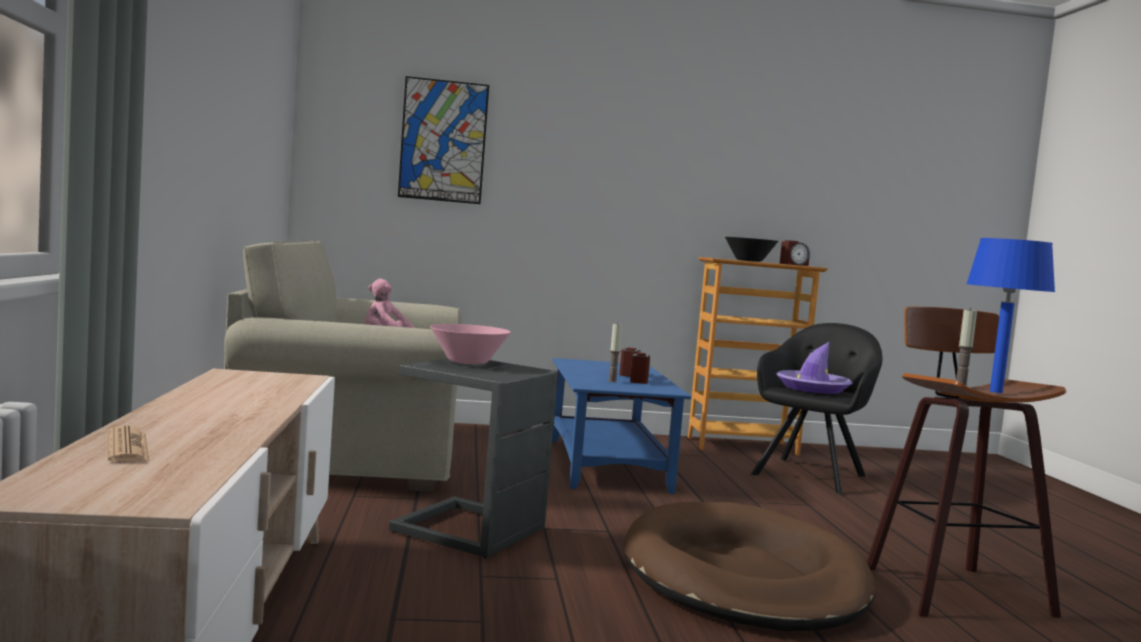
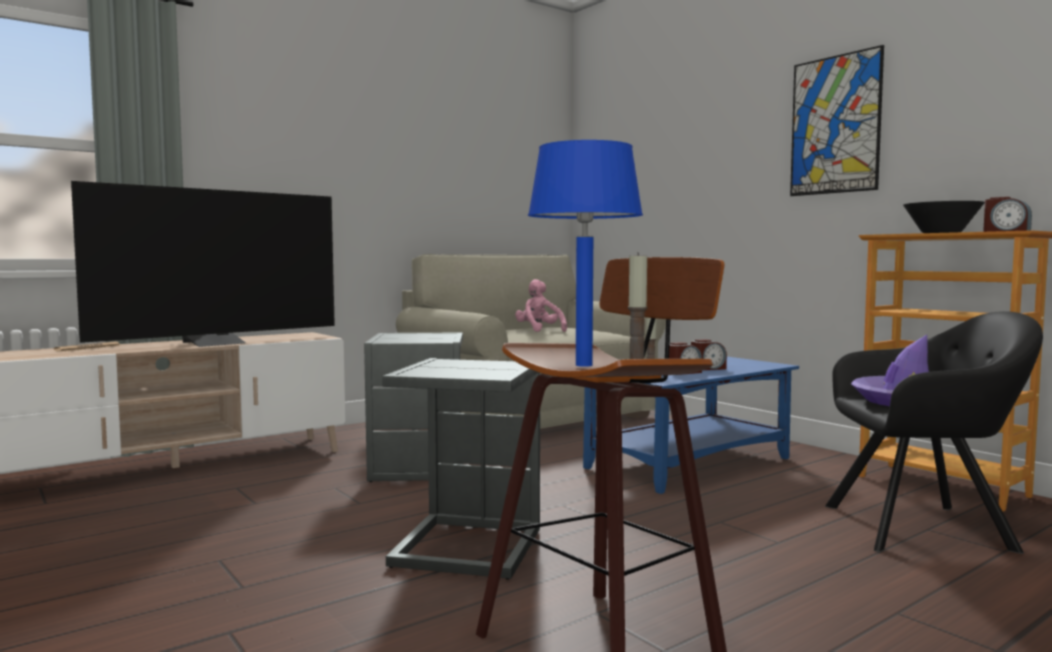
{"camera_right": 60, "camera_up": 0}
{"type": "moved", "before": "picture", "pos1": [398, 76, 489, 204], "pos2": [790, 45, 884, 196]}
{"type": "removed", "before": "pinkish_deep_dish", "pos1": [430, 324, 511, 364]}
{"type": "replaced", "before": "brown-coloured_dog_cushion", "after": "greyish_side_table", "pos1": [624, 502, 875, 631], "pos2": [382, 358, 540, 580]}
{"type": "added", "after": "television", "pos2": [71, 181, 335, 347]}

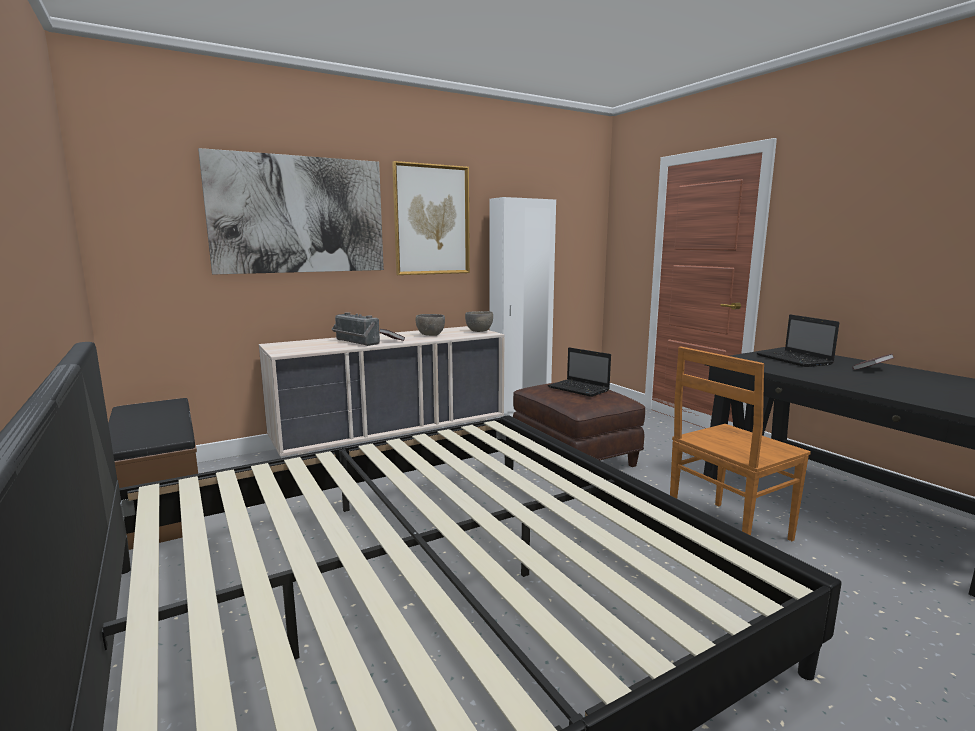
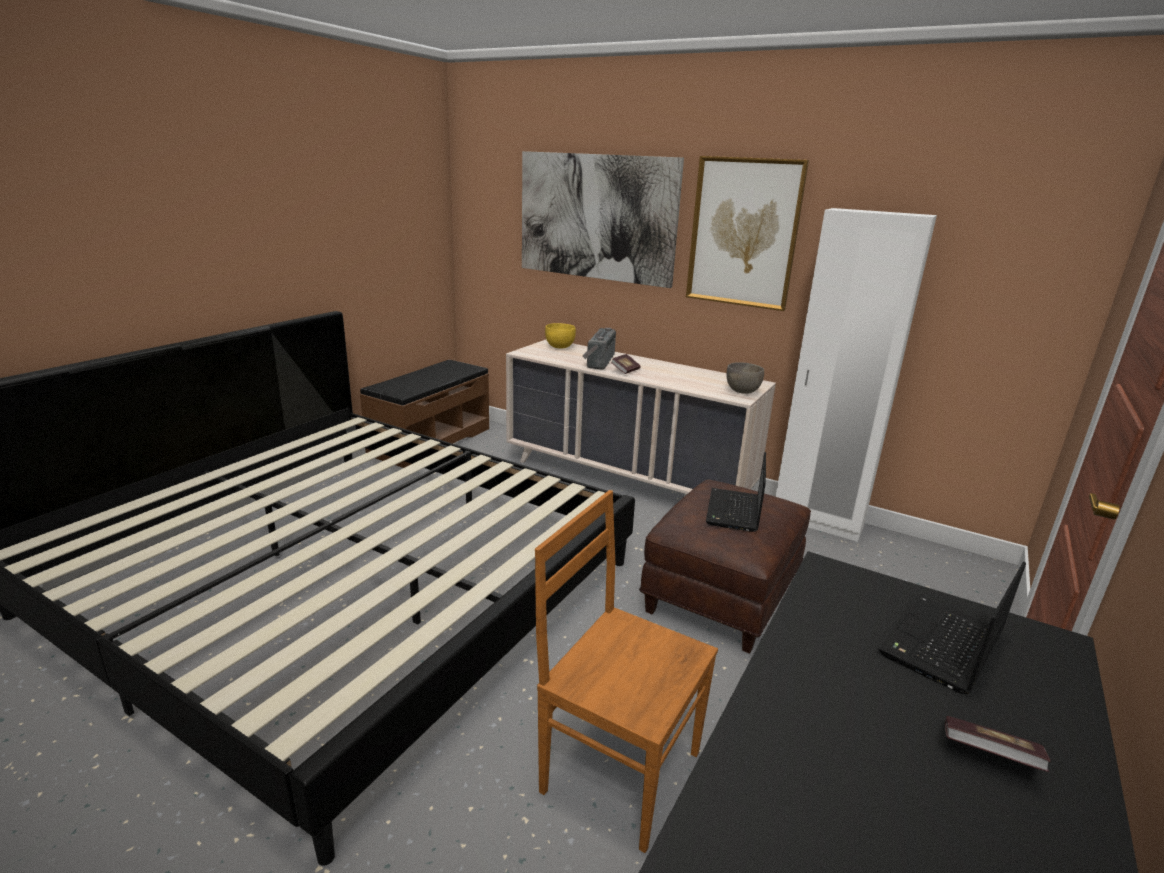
{"camera_right": 60, "camera_up": 10}
{"type": "removed", "before": "greyish_deep_dish", "pos1": [416, 314, 445, 336]}
{"type": "added", "after": "yellow_deep_dish", "pos2": [545, 323, 576, 349]}

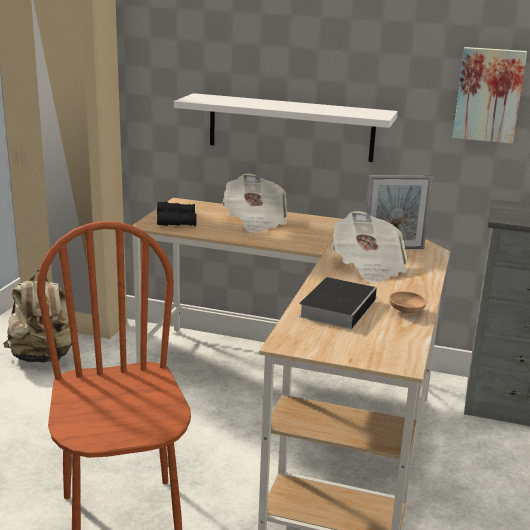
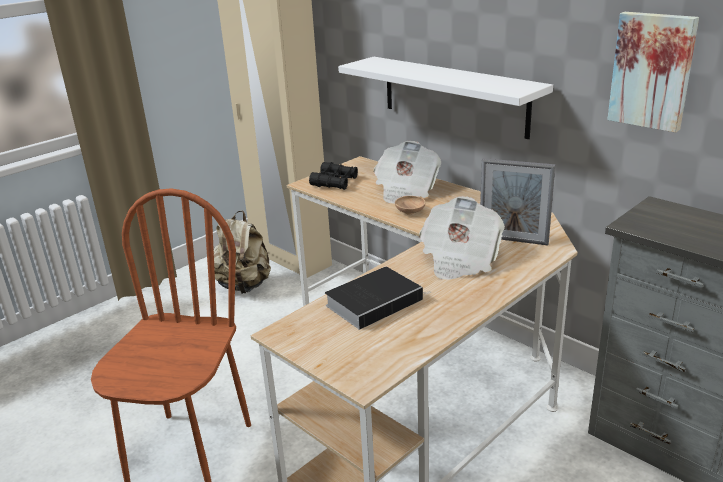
{"camera_right": 30, "camera_up": 5}
{"type": "moved", "before": "brown-coloured_deep_dish", "pos1": [389, 291, 427, 315], "pos2": [395, 196, 426, 215]}

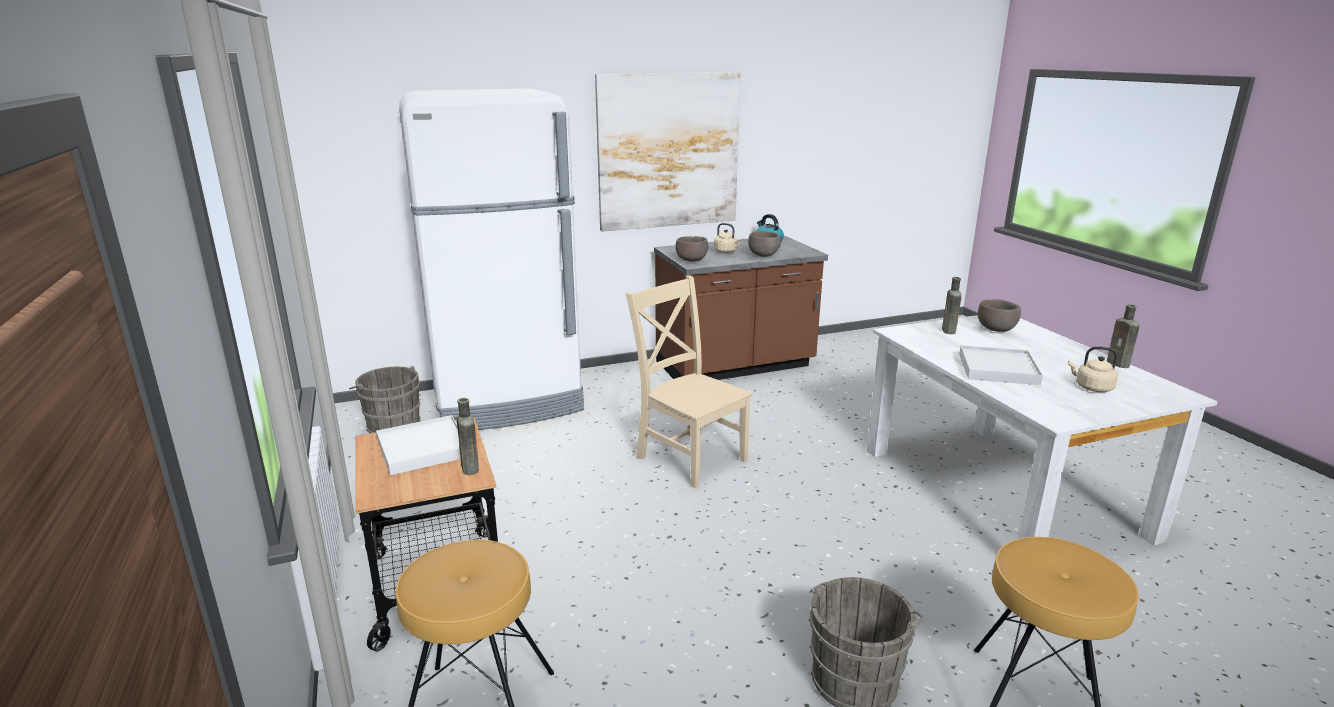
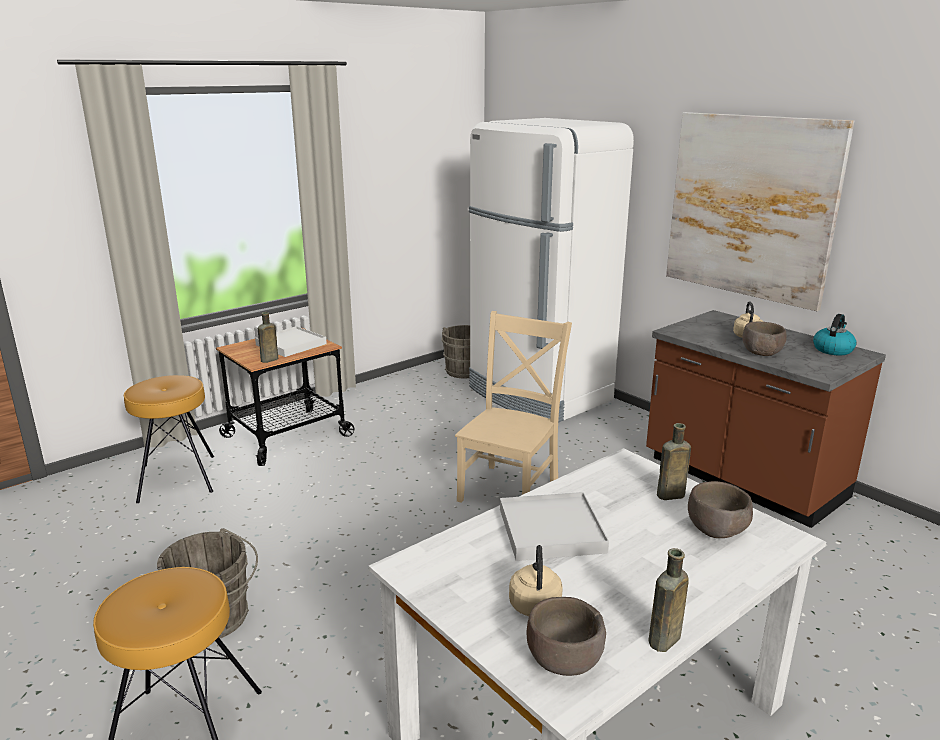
{"camera_right": 70, "camera_up": 0}
{"type": "moved", "before": "brown-coloured_deep_dish", "pos1": [676, 236, 708, 262], "pos2": [527, 597, 606, 676]}

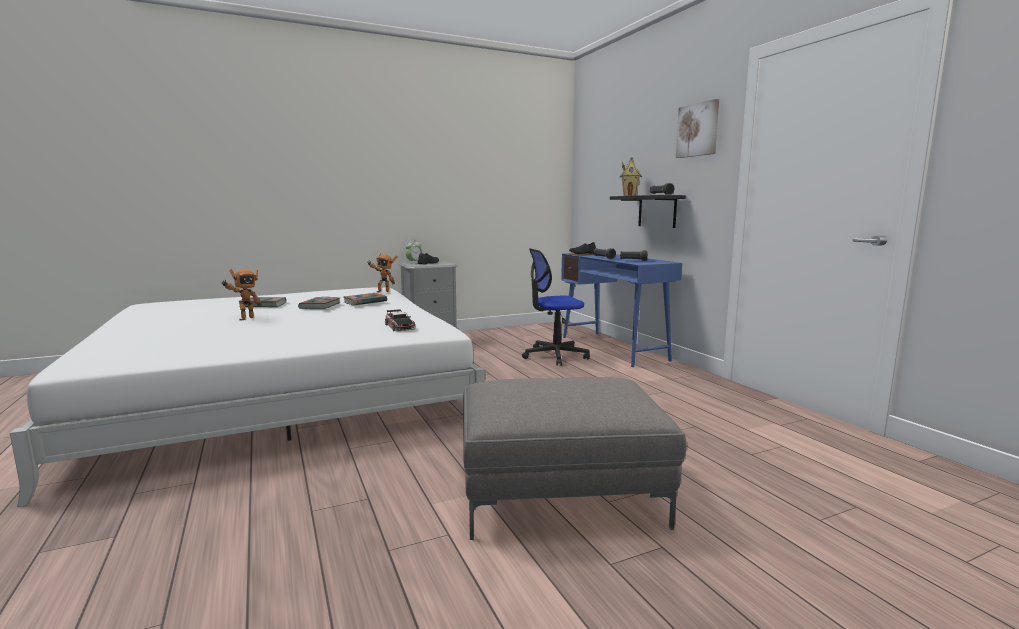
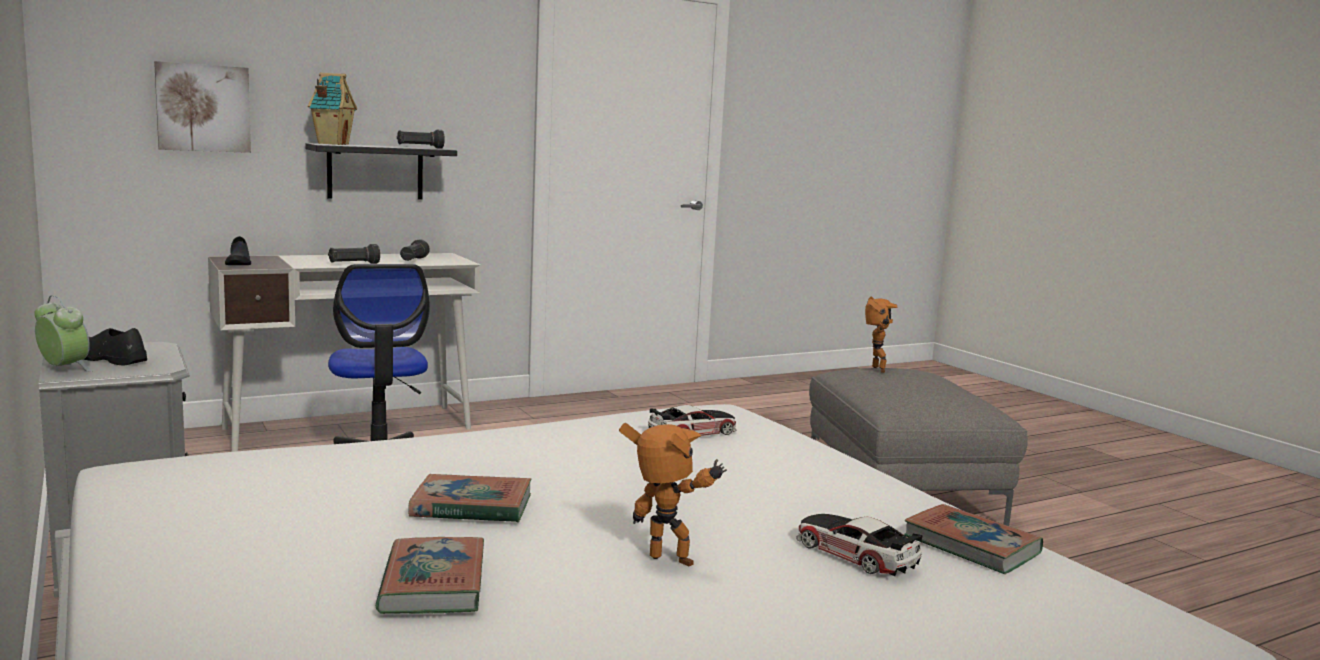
{"camera_right": -95, "camera_up": 0}
{"type": "moved", "before": "bound_book", "pos1": [344, 293, 387, 305], "pos2": [904, 504, 1043, 574]}
{"type": "moved", "before": "robot_figure", "pos1": [368, 253, 398, 292], "pos2": [865, 297, 898, 373]}
{"type": "recoloured", "before": "blue_desk", "after": "whitish_desk", "pos1": [561, 253, 682, 367], "pos2": [208, 253, 481, 452]}
{"type": "moved", "before": "picture", "pos1": [676, 99, 719, 158], "pos2": [154, 61, 251, 153]}
{"type": "added", "after": "model_car", "pos2": [796, 514, 923, 576]}

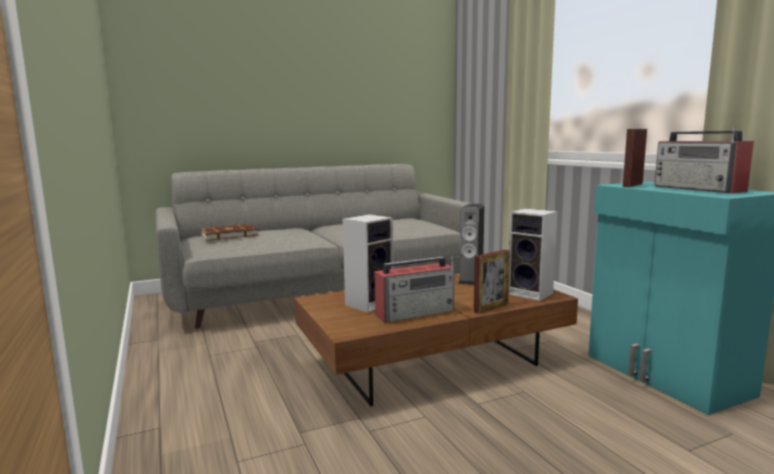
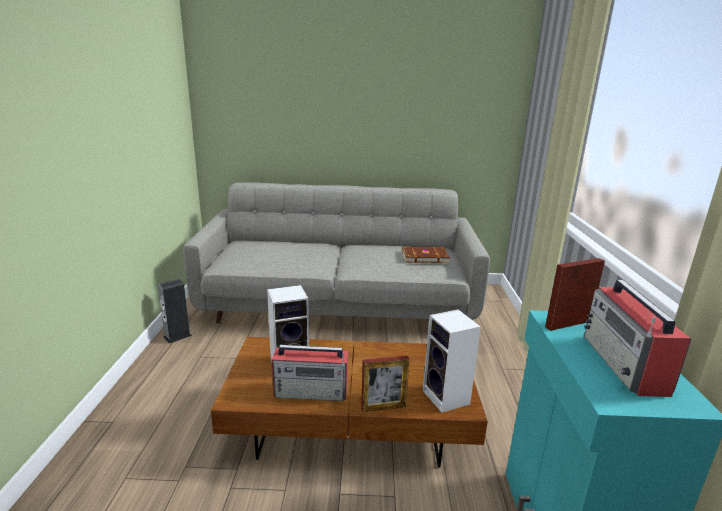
{"camera_right": 25, "camera_up": 10}
{"type": "moved", "before": "brown-coloured_bound_book", "pos1": [200, 224, 258, 241], "pos2": [402, 247, 450, 263]}
{"type": "moved", "before": "speaker", "pos1": [458, 204, 485, 285], "pos2": [158, 279, 192, 344]}

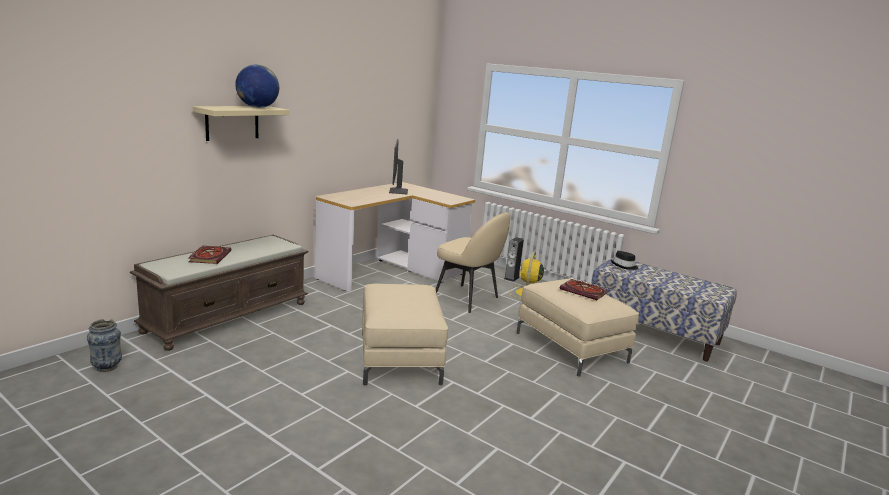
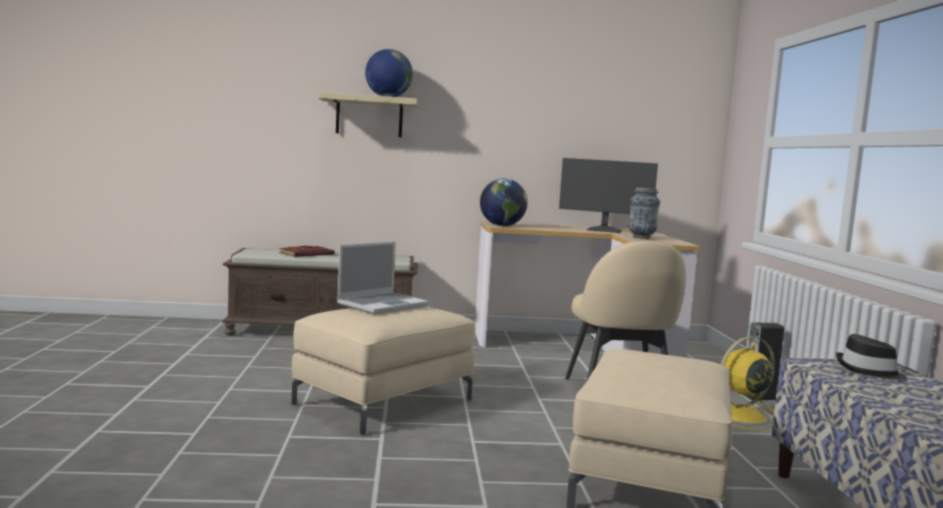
{"camera_right": 50, "camera_up": -10}
{"type": "moved", "before": "flower_vase", "pos1": [87, 319, 122, 372], "pos2": [629, 187, 660, 239]}
{"type": "turned", "before": "computer_screen", "pos1": [389, 139, 408, 194], "pos2": [559, 158, 658, 233], "turn": -120}
{"type": "removed", "before": "bound_book", "pos1": [560, 279, 608, 300]}
{"type": "added", "after": "notebook_computer", "pos2": [337, 242, 429, 314]}
{"type": "added", "after": "world_globe", "pos2": [480, 178, 528, 226]}

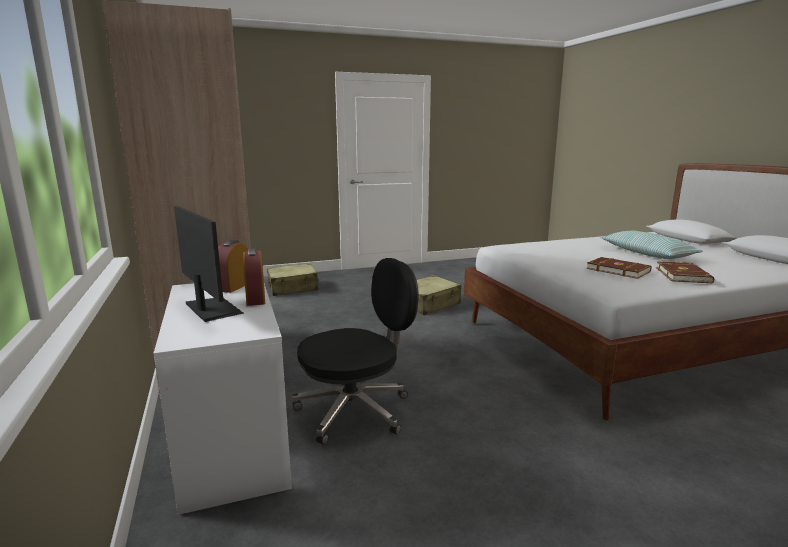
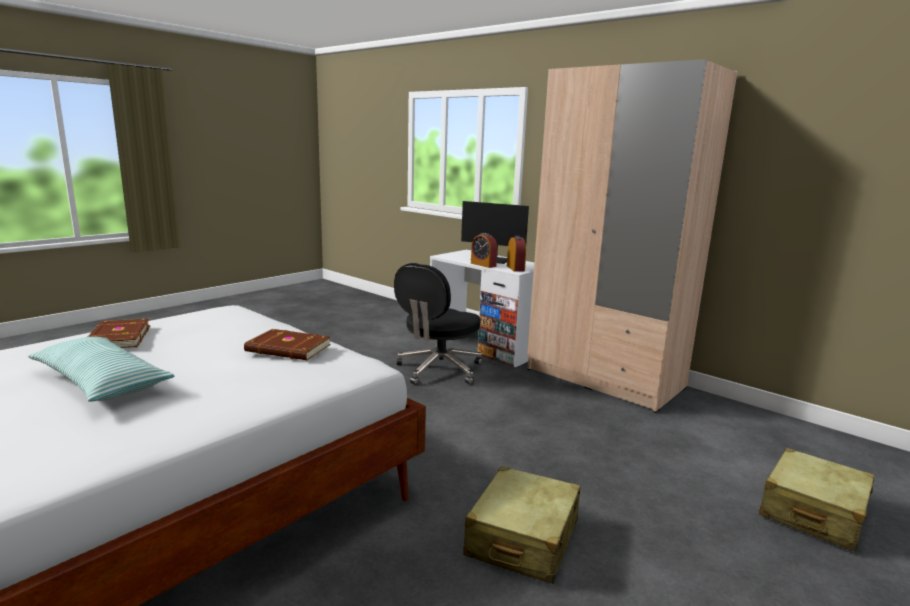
{"camera_right": 150, "camera_up": 0}
{"type": "moved", "before": "brown-coloured_bound_book", "pos1": [586, 257, 652, 279], "pos2": [244, 329, 331, 360]}

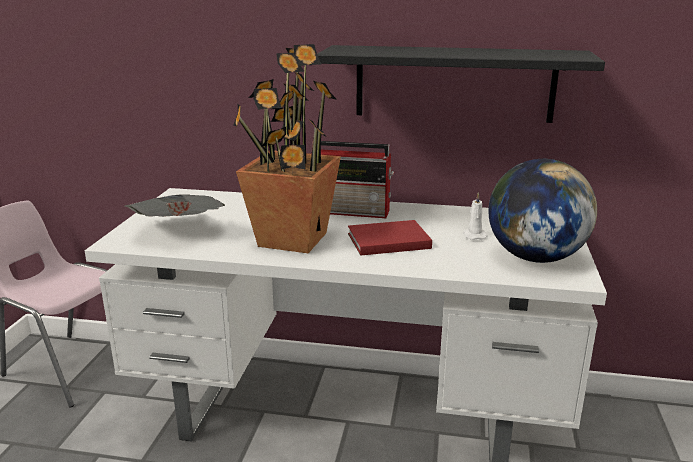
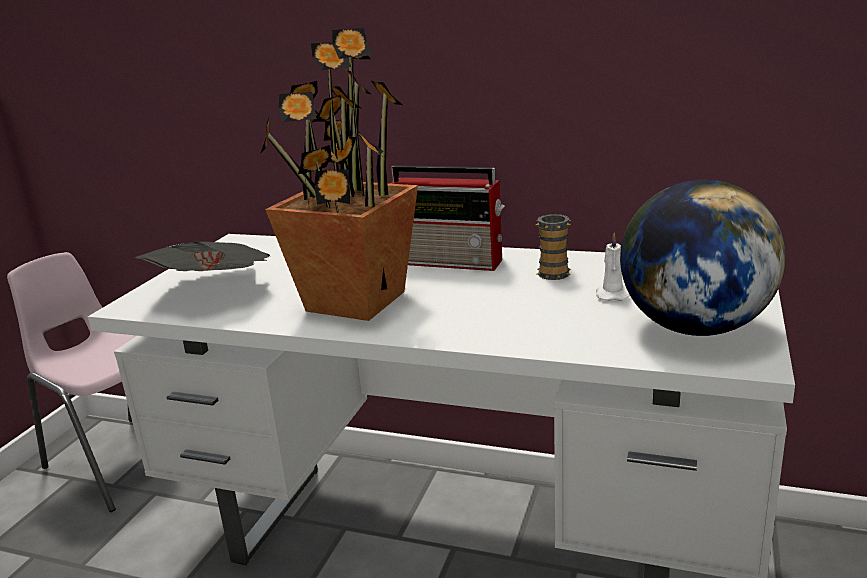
{"camera_right": 10, "camera_up": 0}
{"type": "removed", "before": "black_wall_shelf", "pos1": [317, 45, 605, 123]}
{"type": "removed", "before": "reddish_bound_book", "pos1": [348, 220, 432, 255]}
{"type": "added", "after": "mug", "pos2": [536, 214, 571, 280]}

